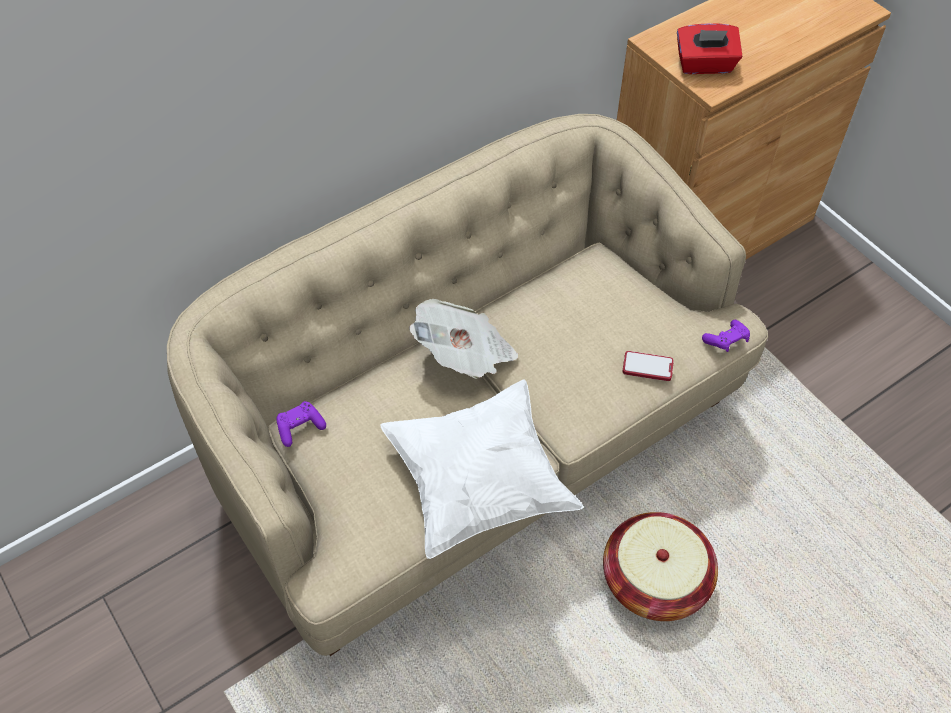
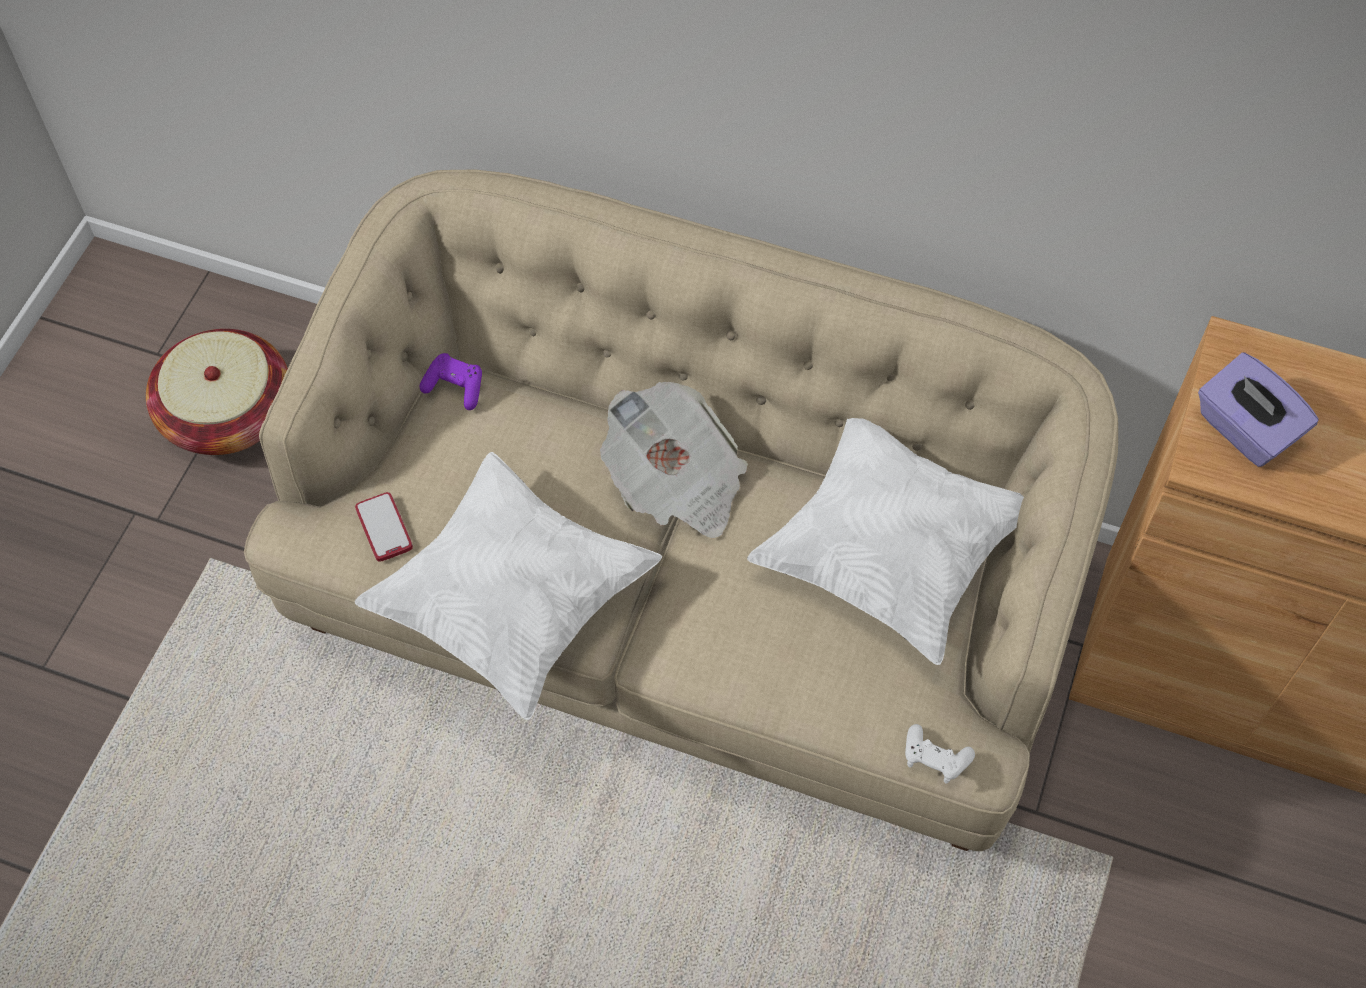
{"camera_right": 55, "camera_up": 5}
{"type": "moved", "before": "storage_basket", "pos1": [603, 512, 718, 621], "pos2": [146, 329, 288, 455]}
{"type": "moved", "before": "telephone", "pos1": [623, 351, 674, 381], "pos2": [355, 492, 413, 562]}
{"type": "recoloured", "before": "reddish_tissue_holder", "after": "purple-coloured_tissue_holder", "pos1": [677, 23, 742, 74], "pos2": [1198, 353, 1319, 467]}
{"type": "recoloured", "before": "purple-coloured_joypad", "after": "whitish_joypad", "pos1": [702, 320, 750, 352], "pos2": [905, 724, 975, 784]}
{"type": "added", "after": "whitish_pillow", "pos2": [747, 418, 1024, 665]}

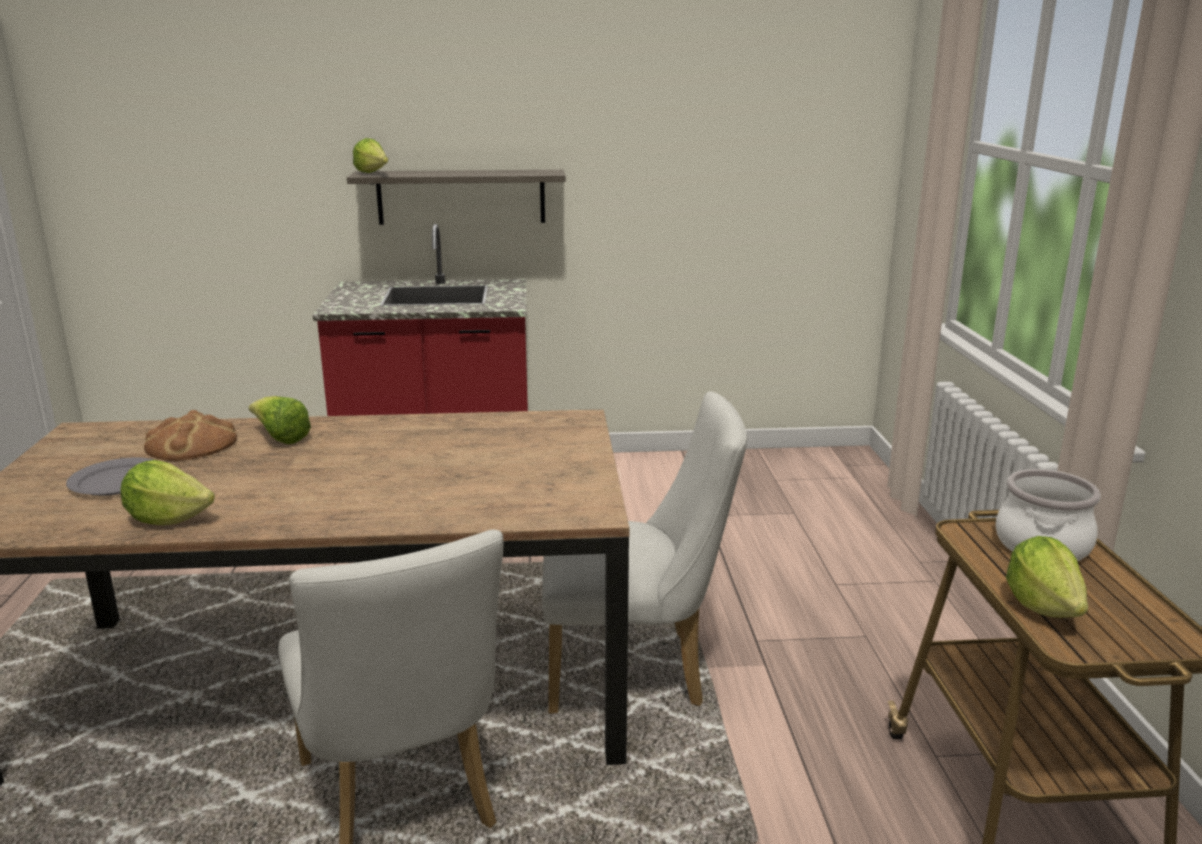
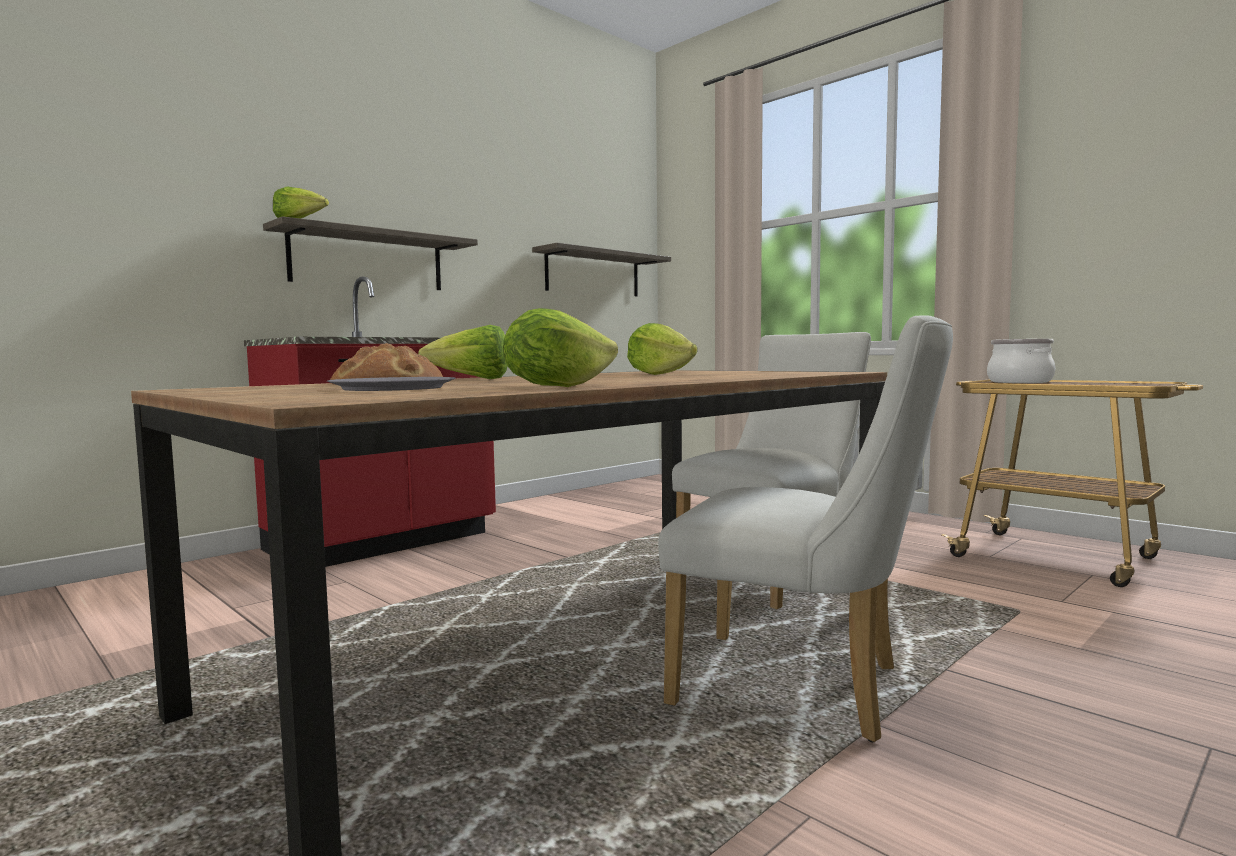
{"camera_right": -40, "camera_up": -15}
{"type": "moved", "before": "head_of_lettuce", "pos1": [1006, 536, 1088, 618], "pos2": [627, 323, 697, 375]}
{"type": "added", "after": "wall_shelf", "pos2": [532, 243, 671, 296]}

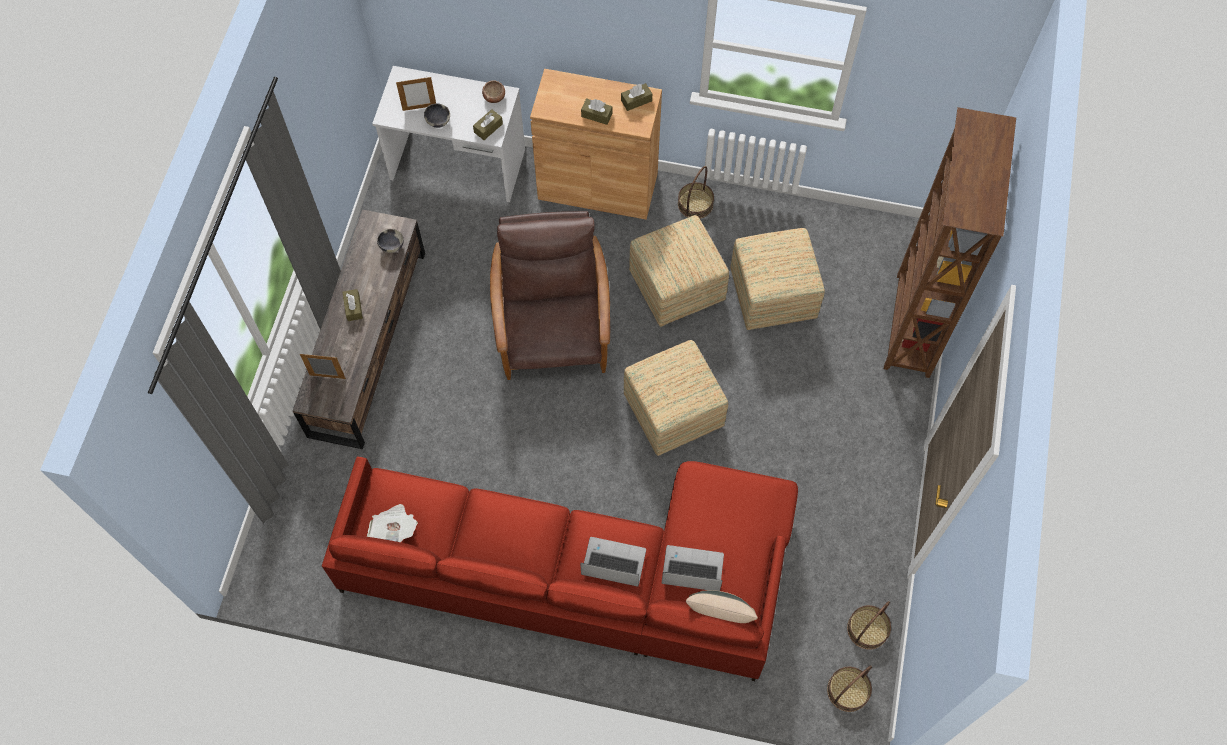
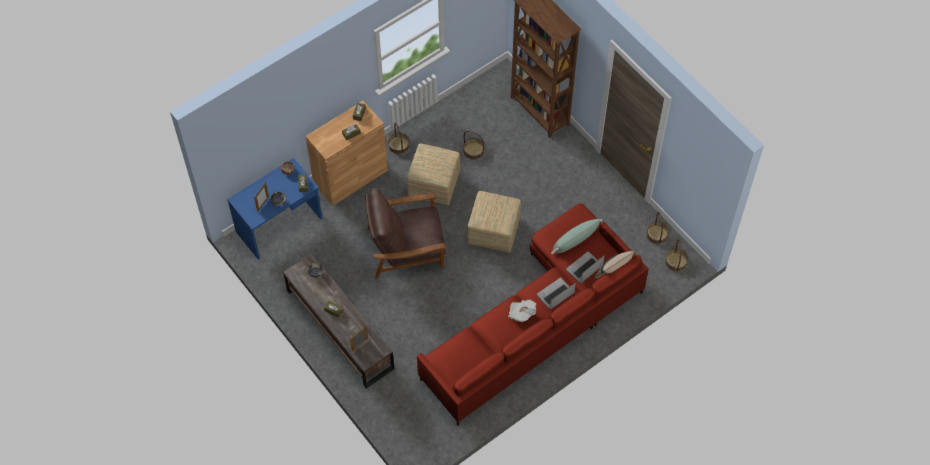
{"camera_right": -50, "camera_up": -5}
{"type": "moved", "before": "newspaper", "pos1": [367, 504, 418, 542], "pos2": [508, 299, 536, 322]}
{"type": "recoloured", "before": "whitish_desk", "after": "blue_desk", "pos1": [372, 66, 525, 202], "pos2": [227, 158, 322, 260]}
{"type": "turned", "before": "brown-coloured_easy_chair", "pos1": [490, 211, 610, 380], "pos2": [365, 188, 446, 279], "turn": -45}
{"type": "replaced", "before": "pouffe", "after": "storage_basket", "pos1": [730, 228, 825, 330], "pos2": [463, 131, 485, 160]}
{"type": "added", "after": "greenish_pillow", "pos2": [551, 219, 602, 254]}

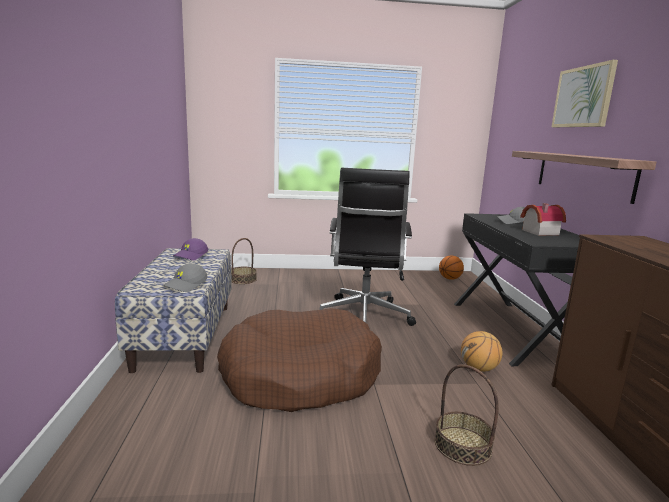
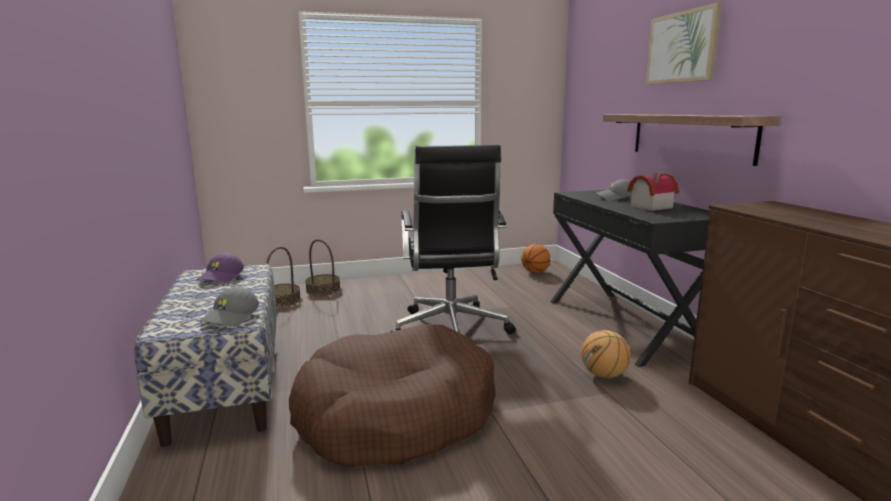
{"camera_right": -10, "camera_up": 0}
{"type": "moved", "before": "storage_basket", "pos1": [434, 364, 499, 466], "pos2": [305, 239, 340, 296]}

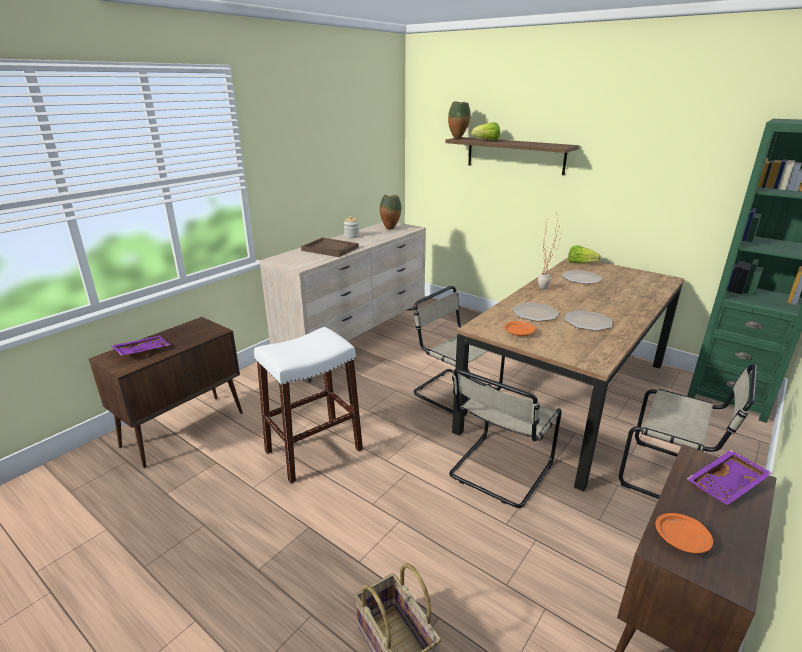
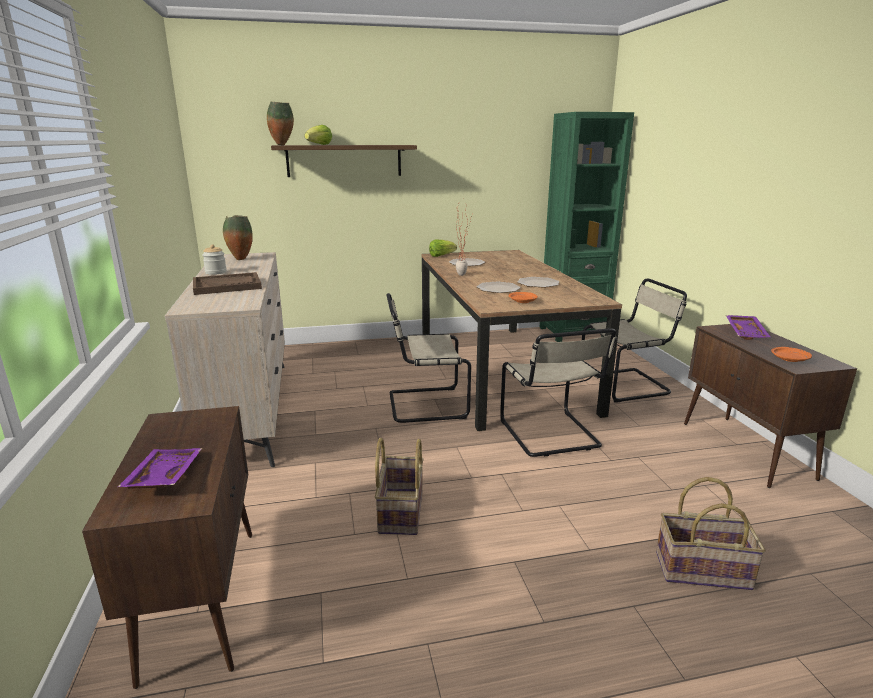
{"camera_right": -50, "camera_up": -5}
{"type": "replaced", "before": "whitish_stool_seat", "after": "storage_basket", "pos1": [254, 327, 363, 484], "pos2": [375, 438, 424, 535]}

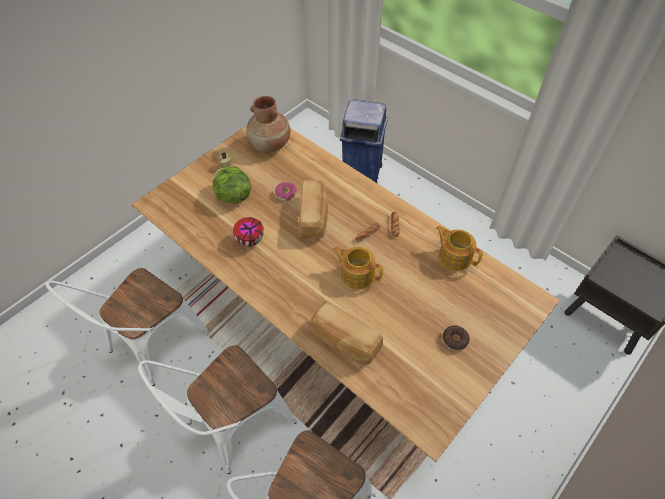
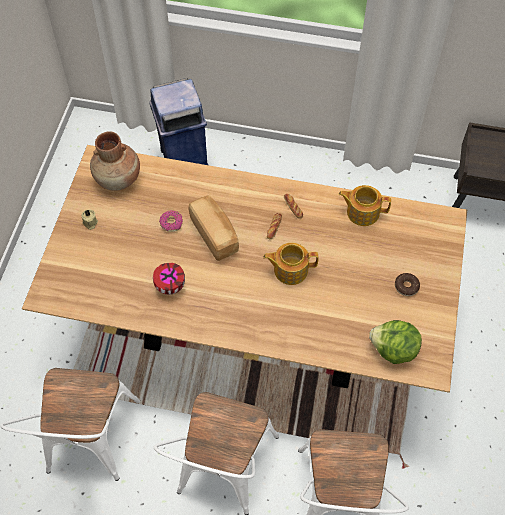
{"camera_right": -30, "camera_up": 5}
{"type": "moved", "before": "head_of_lettuce", "pos1": [213, 166, 251, 204], "pos2": [369, 320, 422, 364]}
{"type": "removed", "before": "baked_bread", "pos1": [310, 301, 383, 365]}

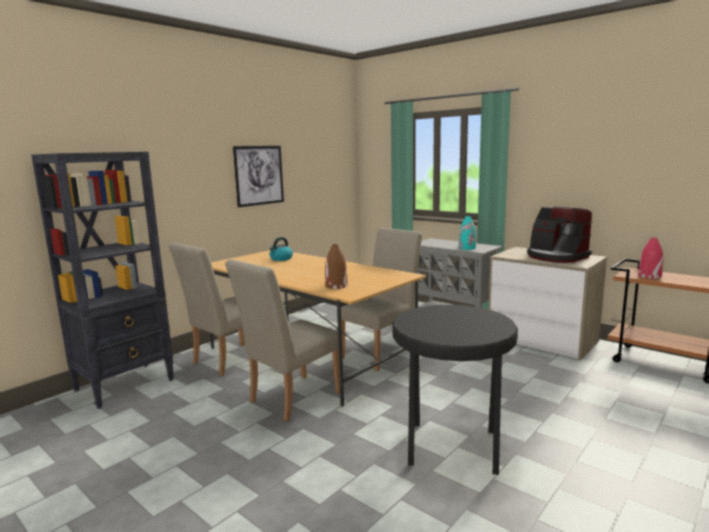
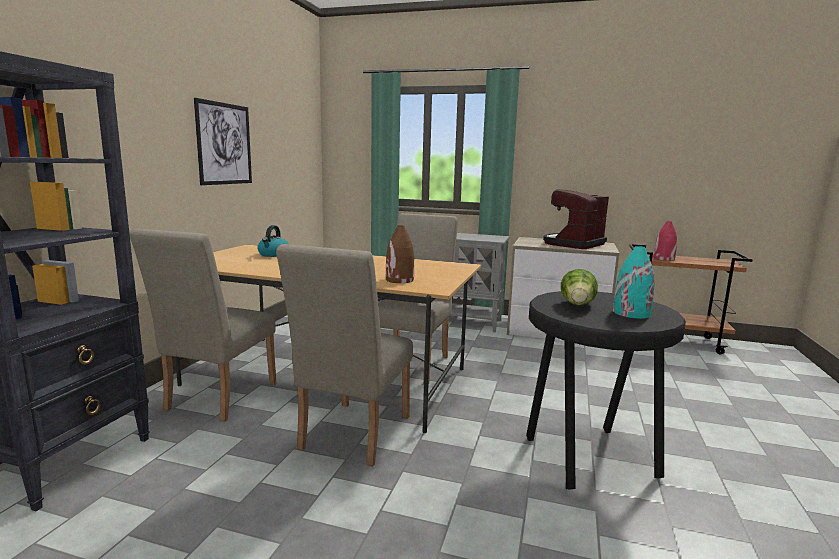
{"camera_right": -25, "camera_up": 0}
{"type": "moved", "before": "turquoise_flower_vase", "pos1": [459, 216, 476, 250], "pos2": [613, 246, 655, 319]}
{"type": "turned", "before": "coffee_machine", "pos1": [527, 206, 592, 263], "pos2": [543, 189, 609, 249], "turn": 105}
{"type": "added", "after": "head_of_lettuce", "pos2": [561, 269, 598, 305]}

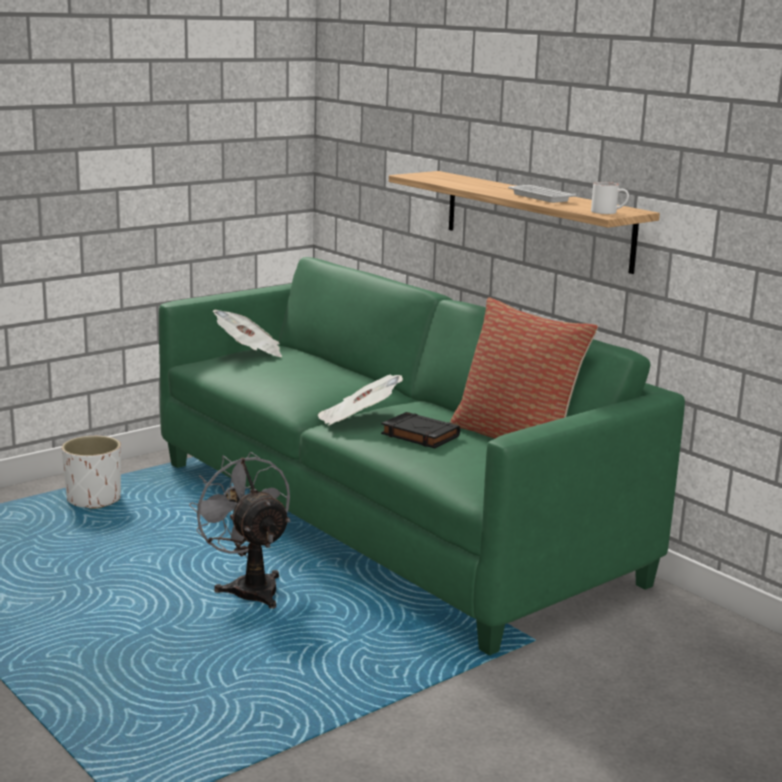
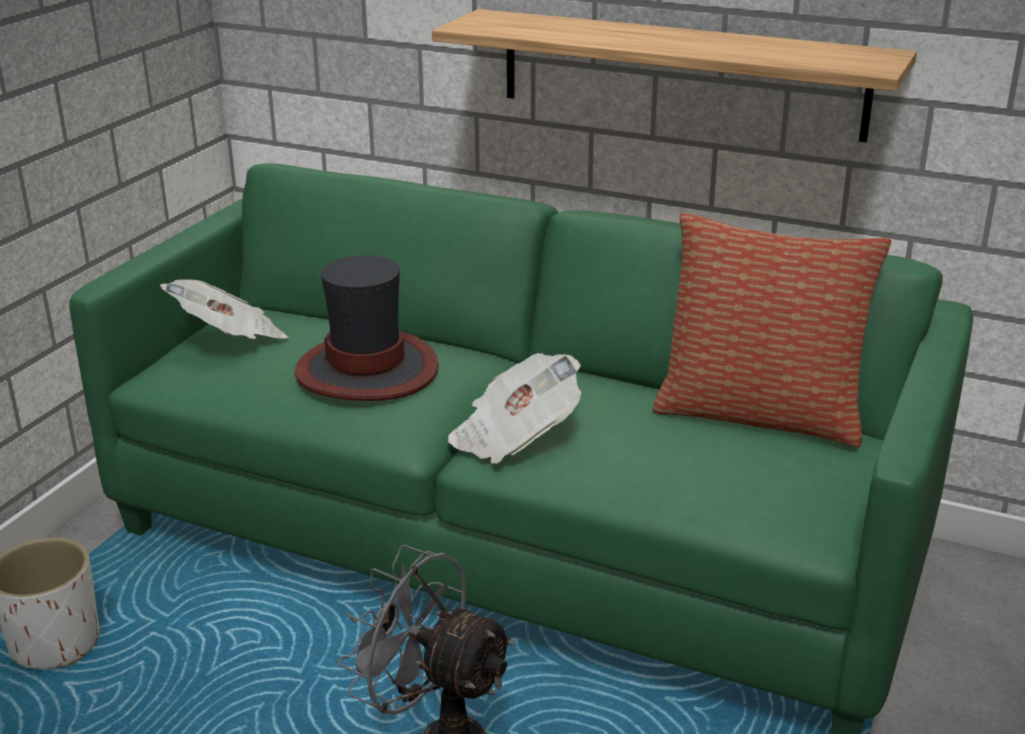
{"camera_right": -25, "camera_up": 10}
{"type": "removed", "before": "black_bound_book", "pos1": [381, 412, 460, 449]}
{"type": "removed", "before": "whitish_tray", "pos1": [508, 185, 576, 203]}
{"type": "removed", "before": "whitish_mug", "pos1": [591, 182, 629, 214]}
{"type": "added", "after": "hat", "pos2": [295, 255, 439, 401]}

